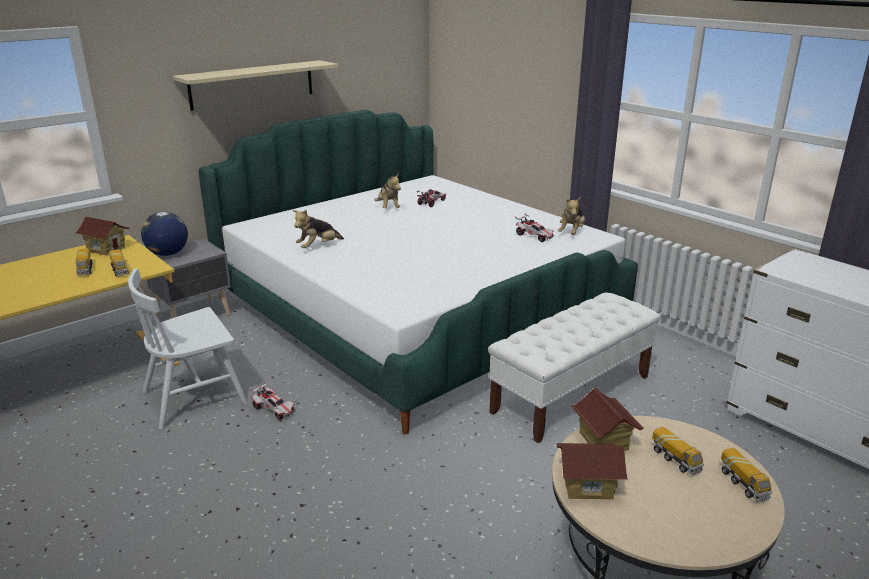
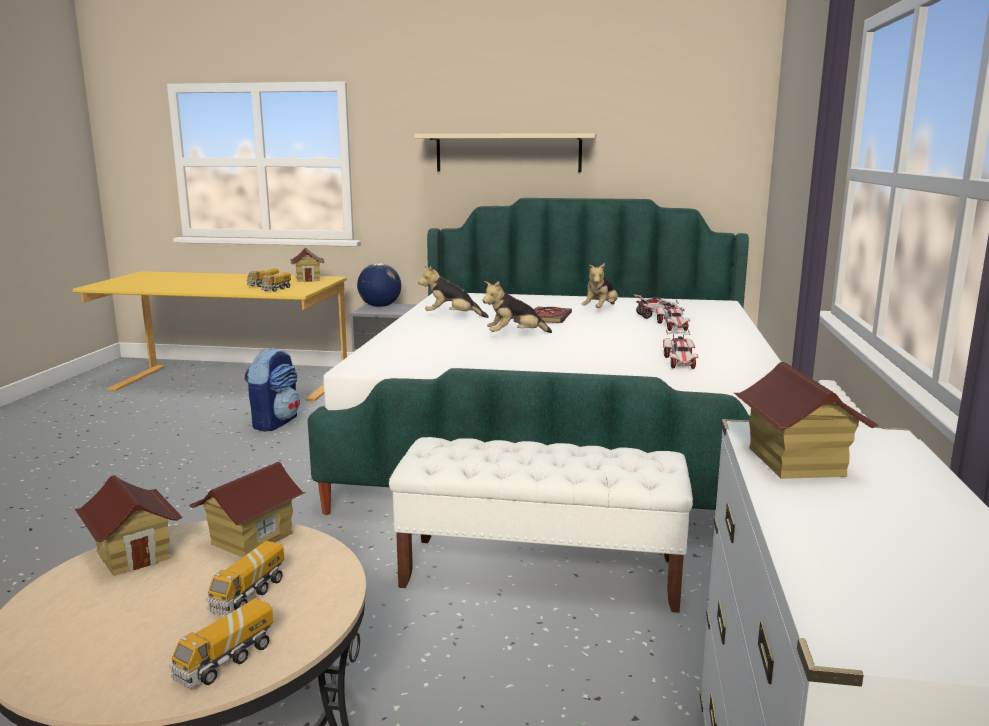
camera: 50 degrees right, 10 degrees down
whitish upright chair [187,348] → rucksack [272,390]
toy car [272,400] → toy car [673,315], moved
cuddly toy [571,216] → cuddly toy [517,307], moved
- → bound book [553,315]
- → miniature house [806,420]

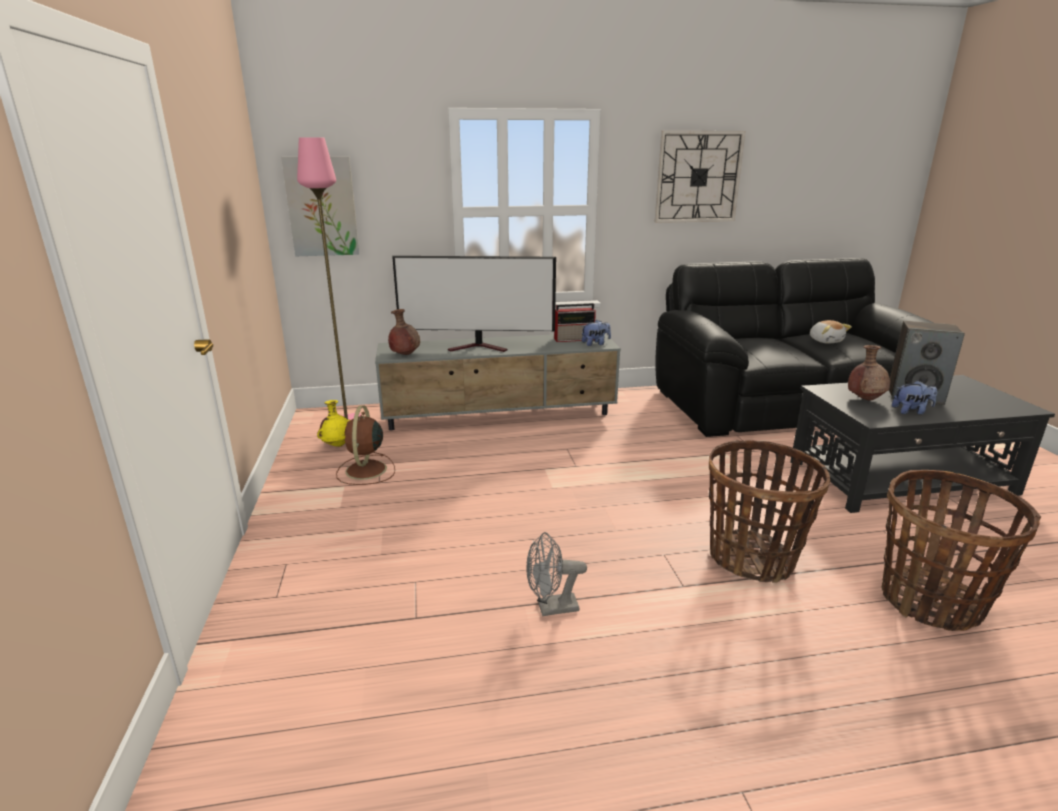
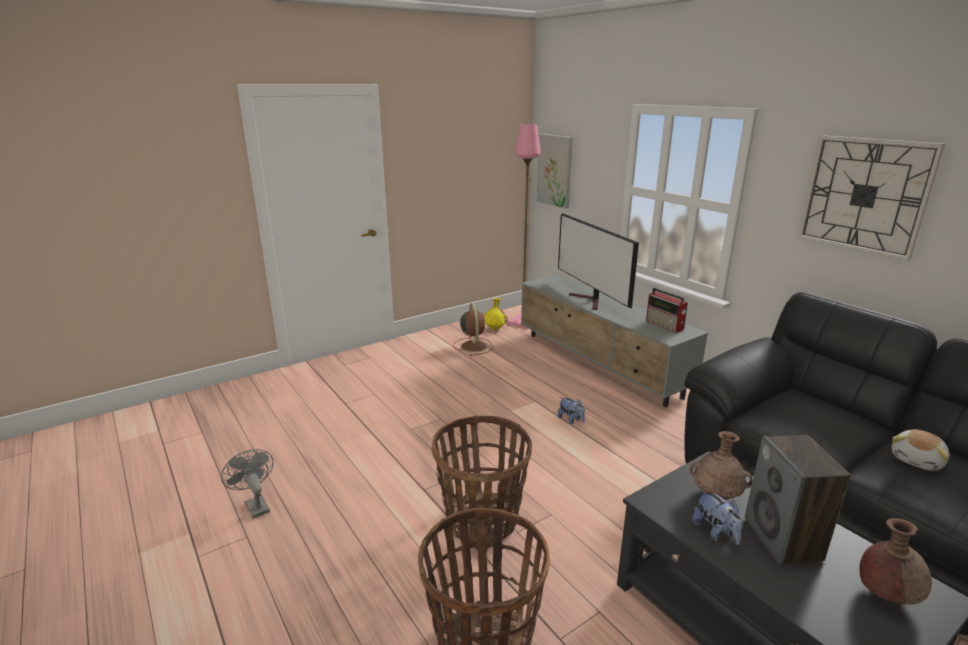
camera: 65 degrees right, 0 degrees up
brownish fan [365,445] → brownish fan [473,329], 105 degrees clockwise
brownish decorative vase [404,332] → brownish decorative vase [895,561], moved
grey fan [556,574] → grey fan [247,484], moved
cuddly toy [596,333] → cuddly toy [571,410], moved

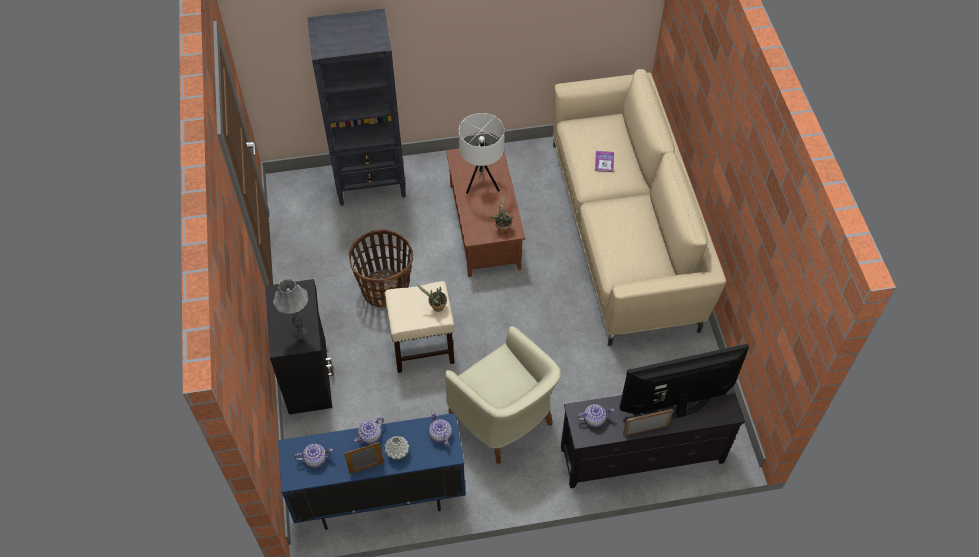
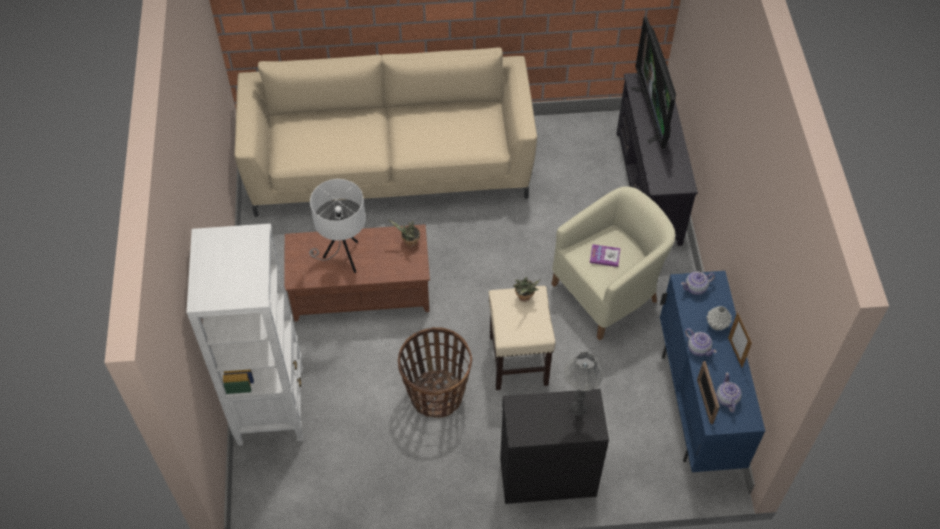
camera: 85 degrees left, 0 degrees up
black-coloured bookcase [356,107] → whitish bookcase [244,334]
pot for tea [595,415] → -
bound book [604,161] → bound book [605,255], moved
photo frame [648,422] → photo frame [708,392], moved

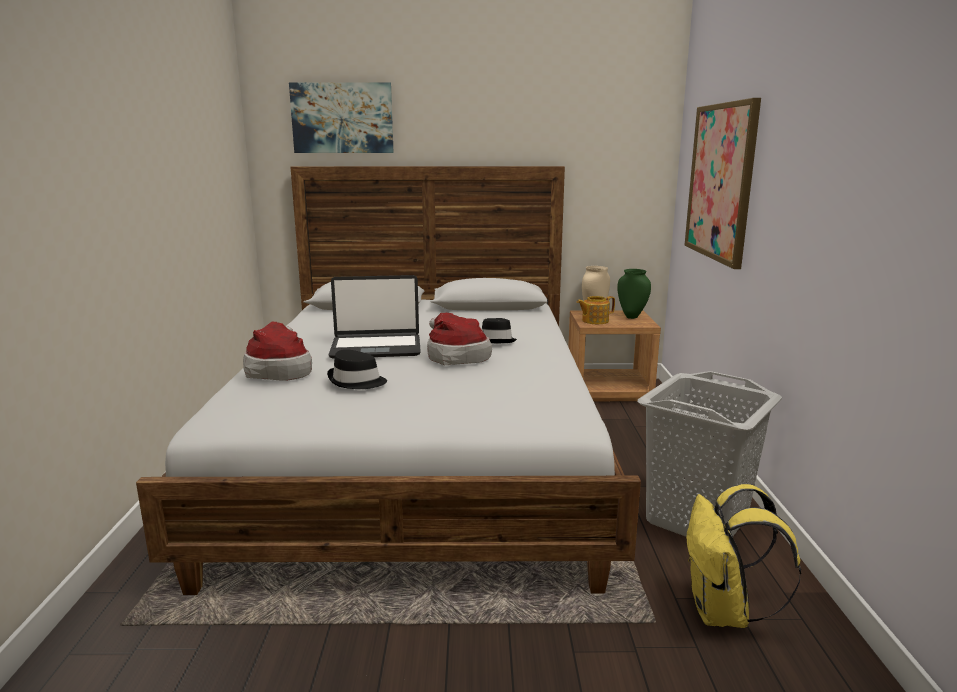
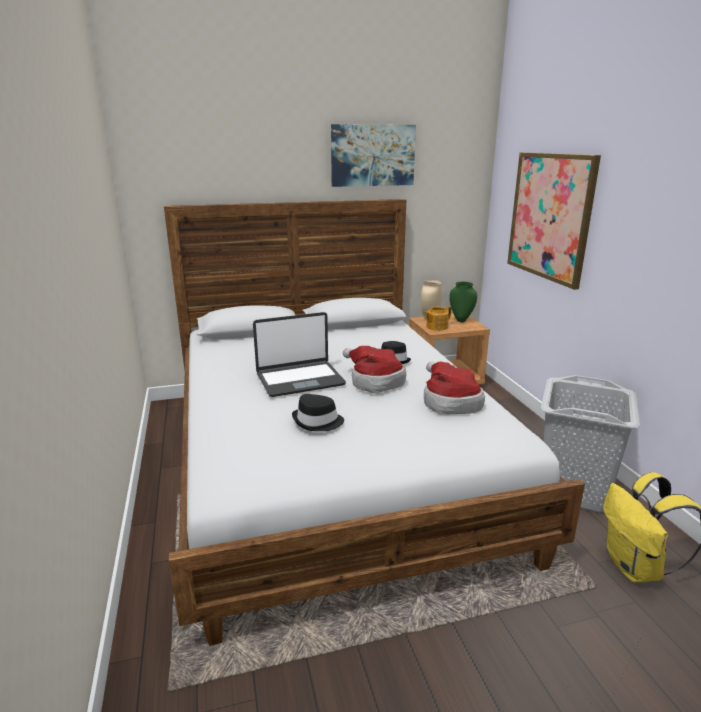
camera: 15 degrees left, 5 degrees up
clothing hat [277,351] → clothing hat [454,388], moved
picture [341,117] → picture [373,155], moved

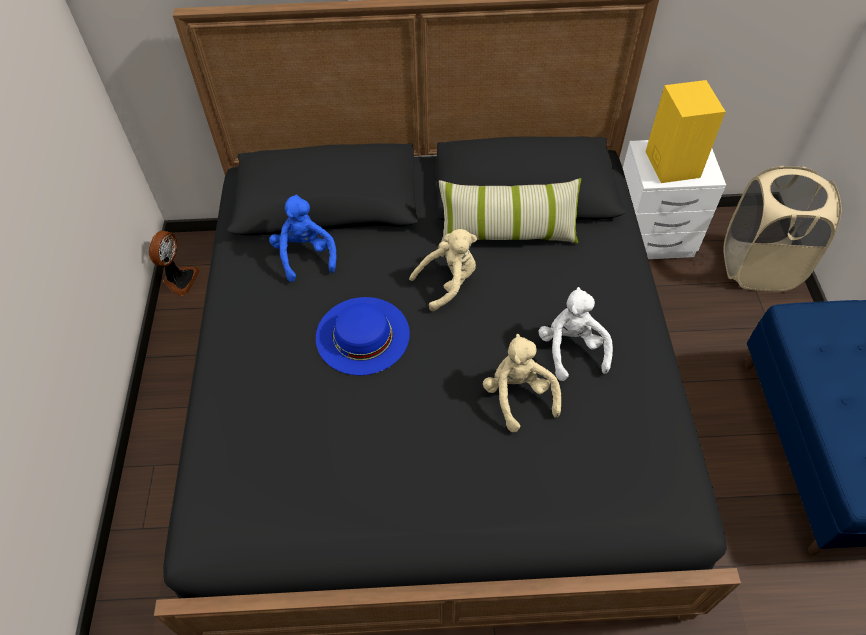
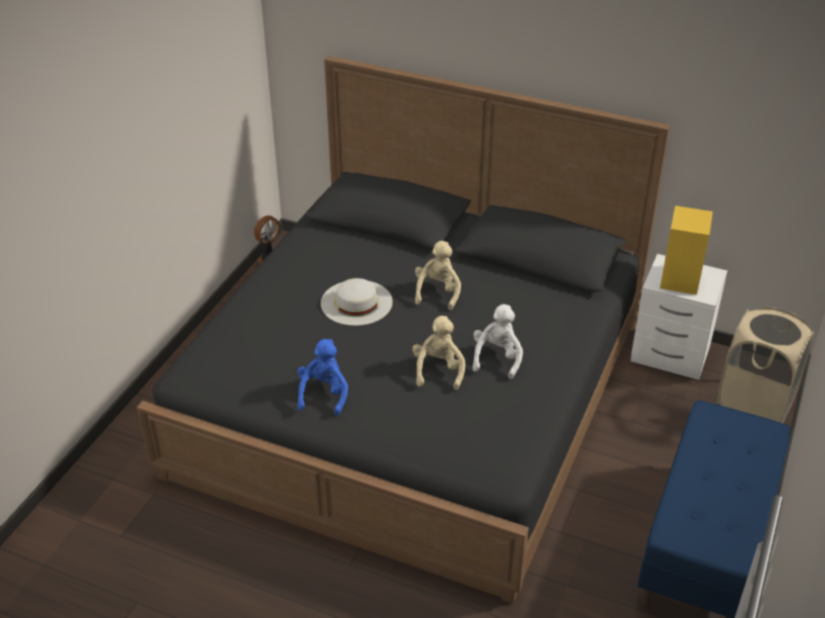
camera: 25 degrees right, 15 degrees down
blue-coloured cuddly toy [302,238] → blue-coloured cuddly toy [323,377], moved
blue-coloured clothing hat [363,336] → whitish clothing hat [357,302]
beige cuddly toy [443,270] → beige cuddly toy [438,275], 75 degrees counterclockwise
throw pillow [510,211] → -

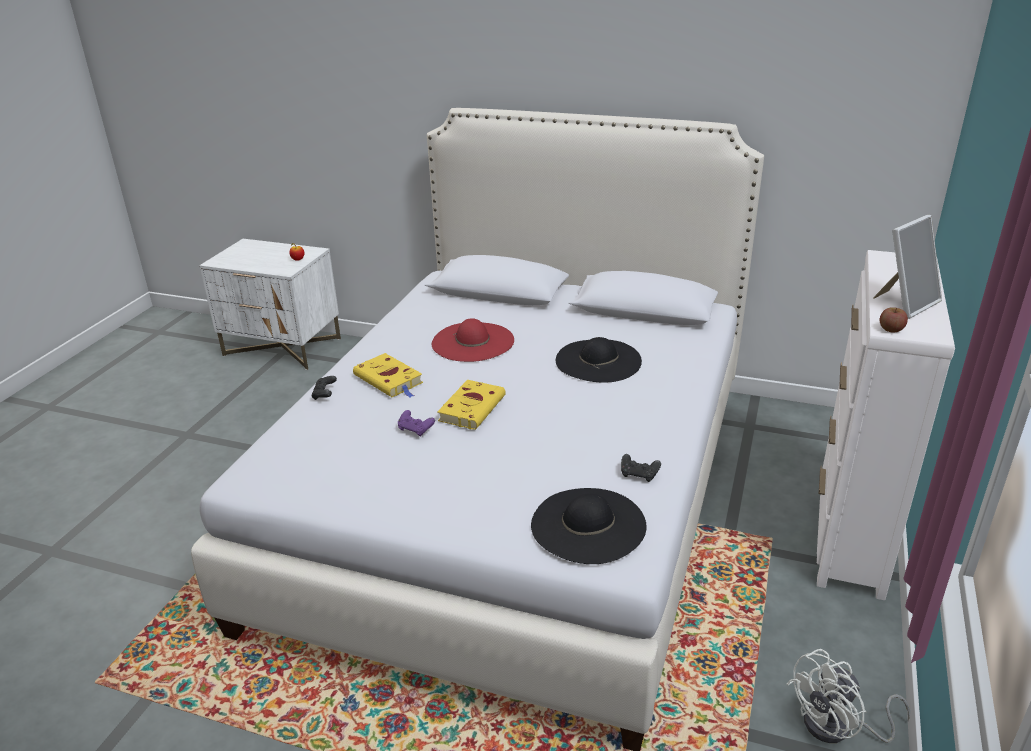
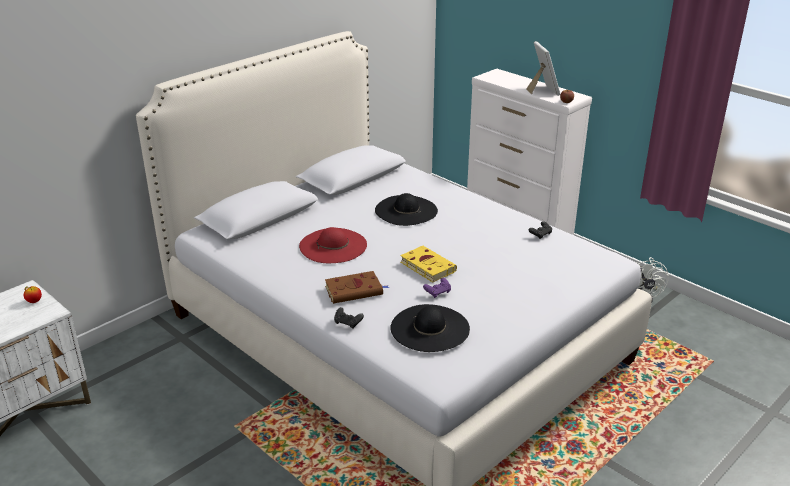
camera: 65 degrees left, 0 degrees up
yellow bound book [388,375] → brownish bound book [357,287]
black-coloured clothing hat [589,526] → black-coloured clothing hat [430,328], moved

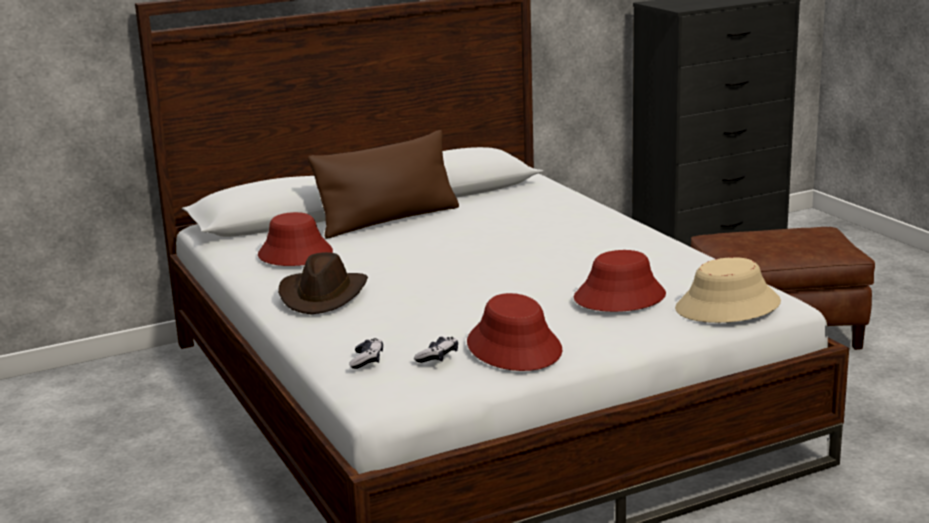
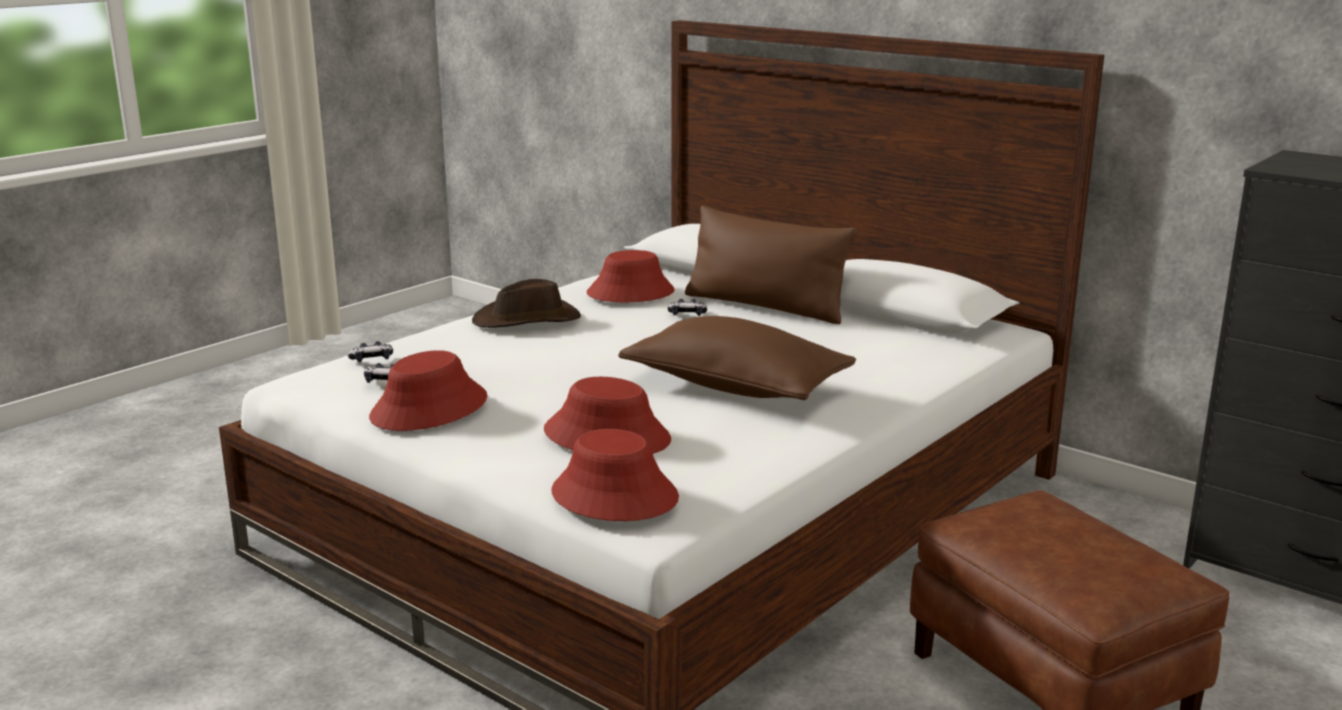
camera: 65 degrees right, 0 degrees up
beige clothing hat [728,290] → red-coloured clothing hat [615,475]
- → brownish throw pillow [737,358]
- → joypad [687,307]

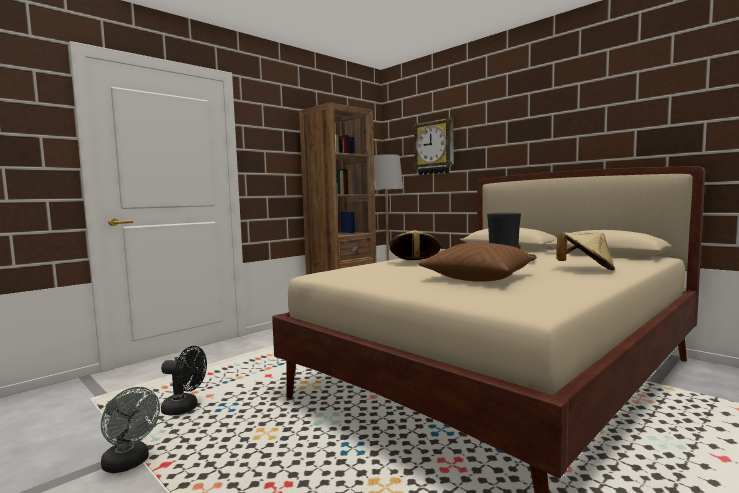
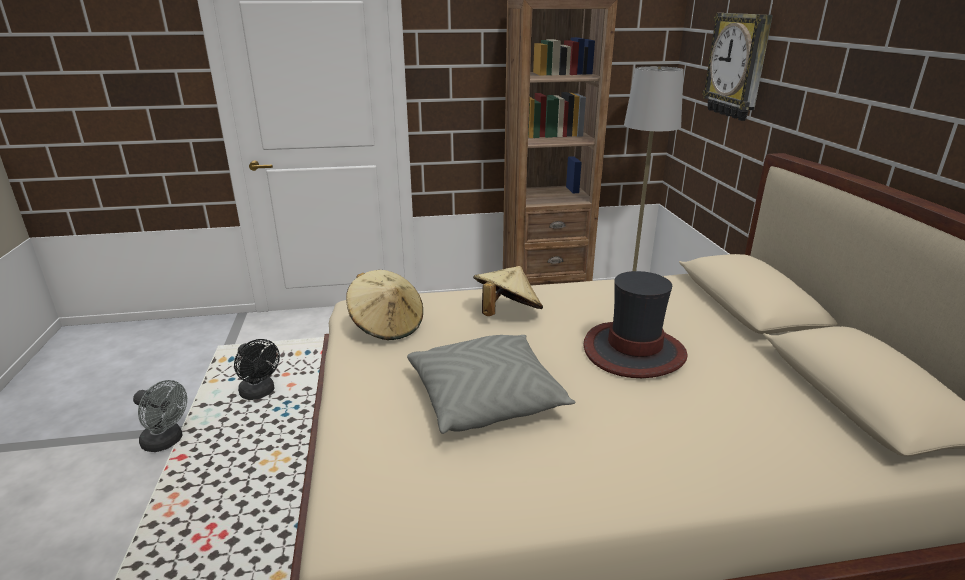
camera: 35 degrees right, 20 degrees up
grey fan [130,430] → grey fan [160,416], 45 degrees counterclockwise
brownish throw pillow [478,262] → grey throw pillow [491,384]
beige clothing hat [585,251] → beige clothing hat [384,305], moved

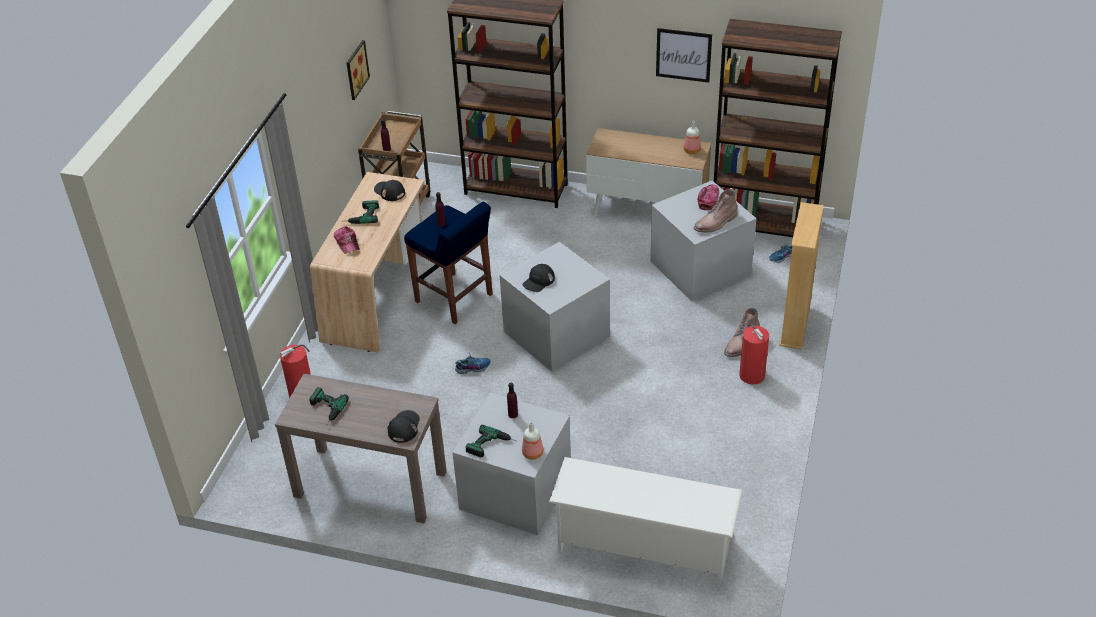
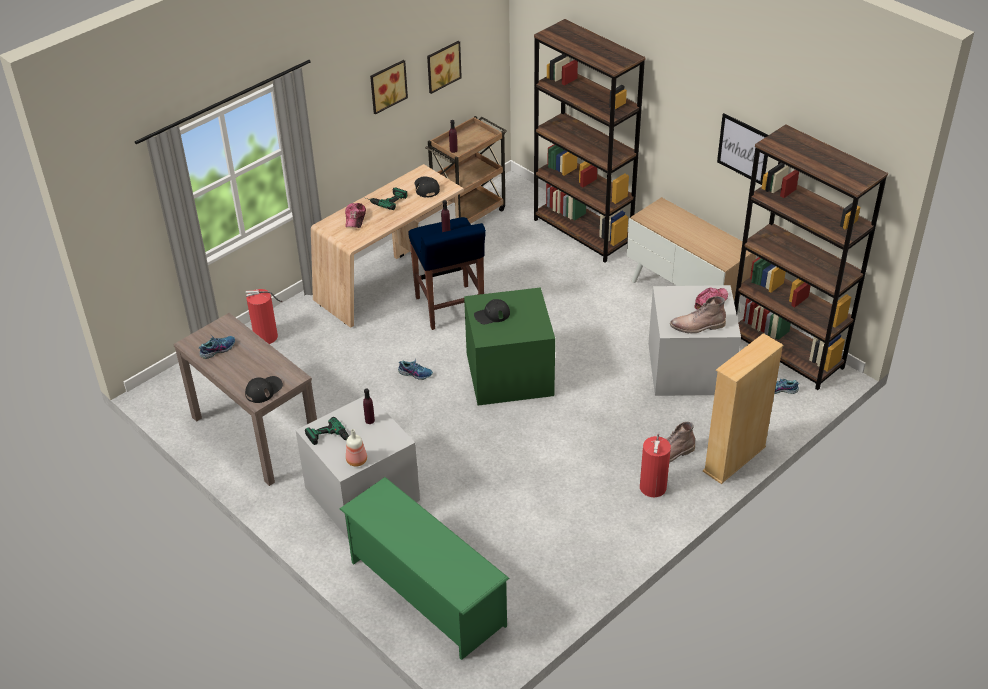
camera: 30 degrees right, 0 degrees up
drill [329,406] → low shoe [217,346]
grey storage box [555,307] → green storage box [509,346]
whitish shoe stand [645,521] → green shoe stand [424,568]
drink bottle [692,137] → -
- → picture [389,87]

